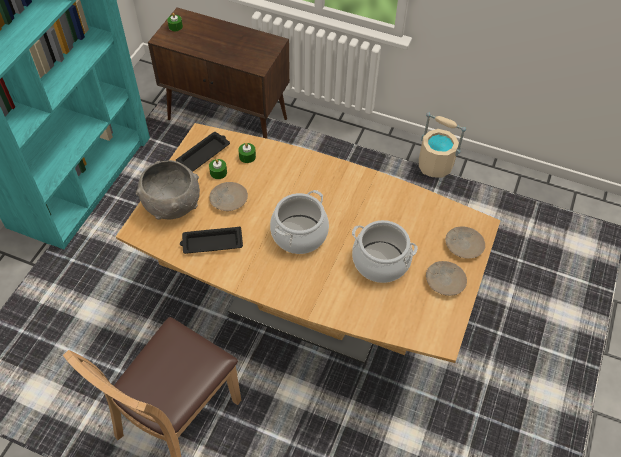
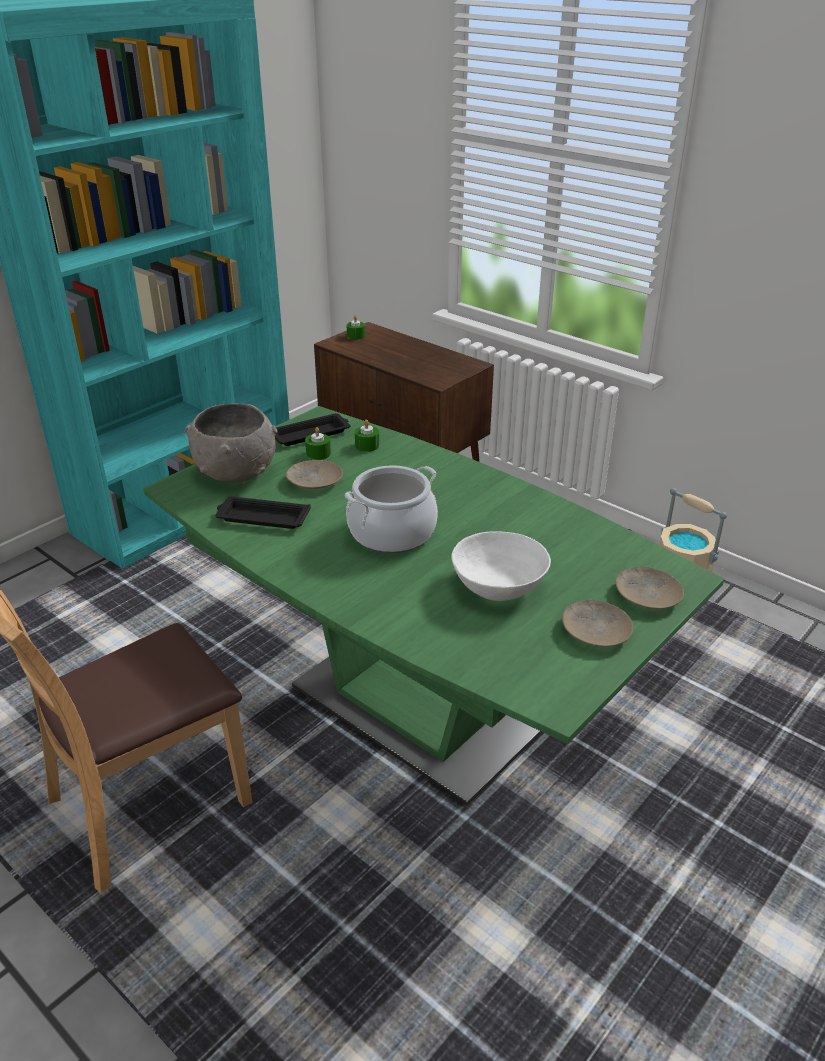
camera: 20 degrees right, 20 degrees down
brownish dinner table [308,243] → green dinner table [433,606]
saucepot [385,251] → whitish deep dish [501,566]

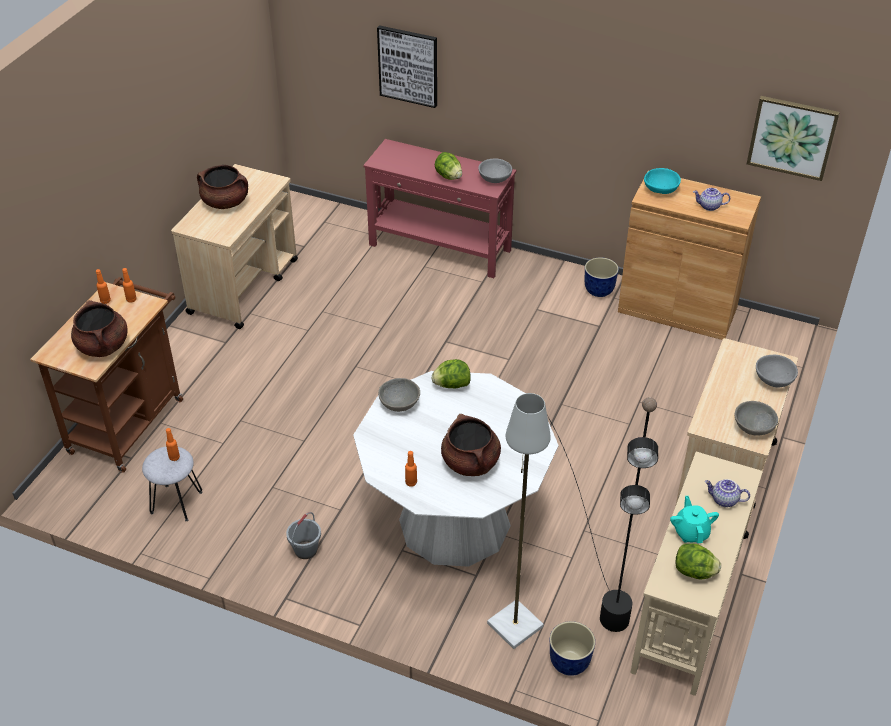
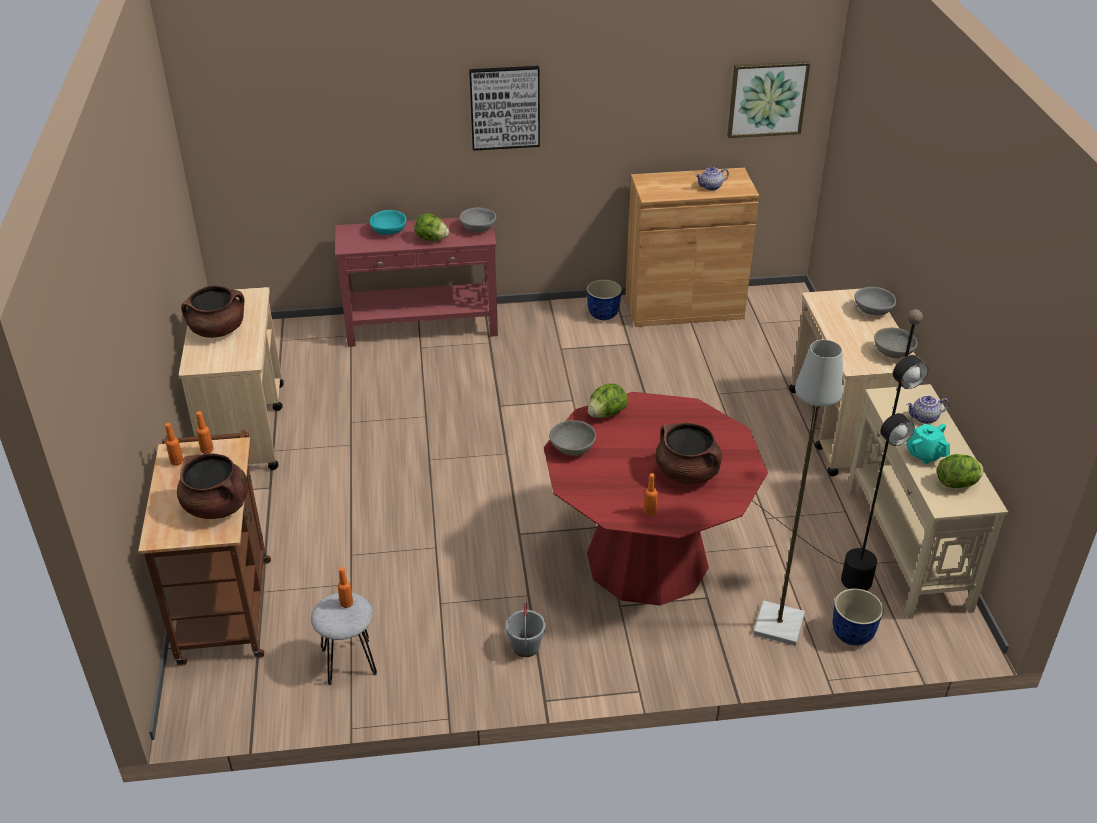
camera: 30 degrees left, 5 degrees down
whitish dinner table [455,469] → red-coloured dinner table [656,498]
picture [407,66] → picture [504,108], moved
blue-green deep dish [662,181] → blue-green deep dish [388,222], moved

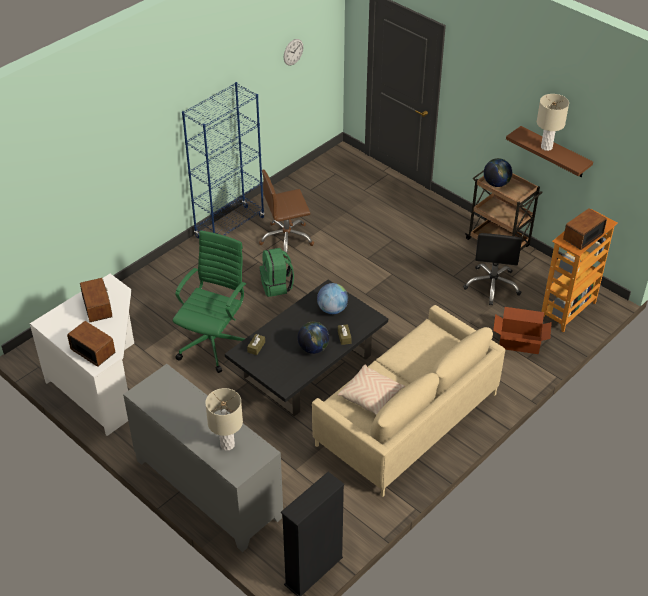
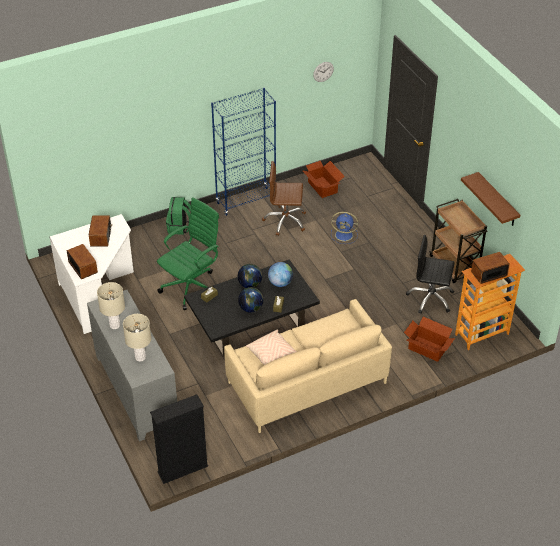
camera: 20 degrees right, 0 degrees up
green rucksack [277,272] → green rucksack [178,216], moved
black-coloured computer chair [492,269] → black-coloured computer chair [430,274], 75 degrees clockwise
desk globe [498,172] → desk globe [250,276], moved
beige table lamp [553,122] → beige table lamp [111,305], moved
- → packing box [323,179]
- → blue-coloured fan [344,228]

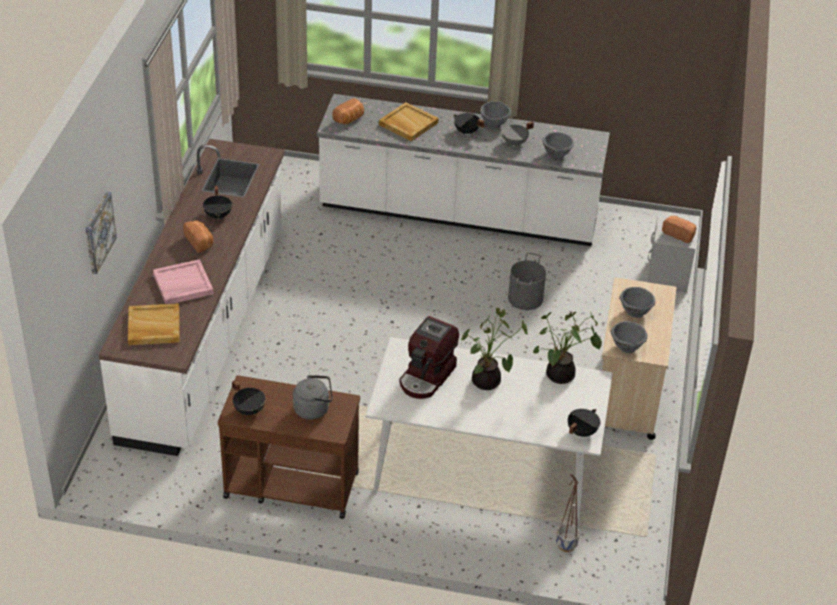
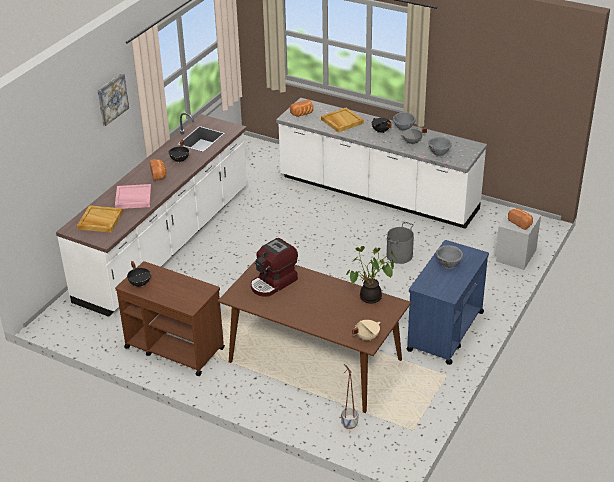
camera: 20 degrees right, 5 degrees down
picture [101,232] → picture [113,99], moved
grey water kettle [313,397] → -
whitish dinner table [489,431] → brownish dinner table [314,336]
plant in a pot [494,349] → -
black-coloured saucepot [584,423] → beige saucepot [366,330]
beige trolley [639,359] → blue-coloured trolley [448,302]
grey deep dish [629,337] → -

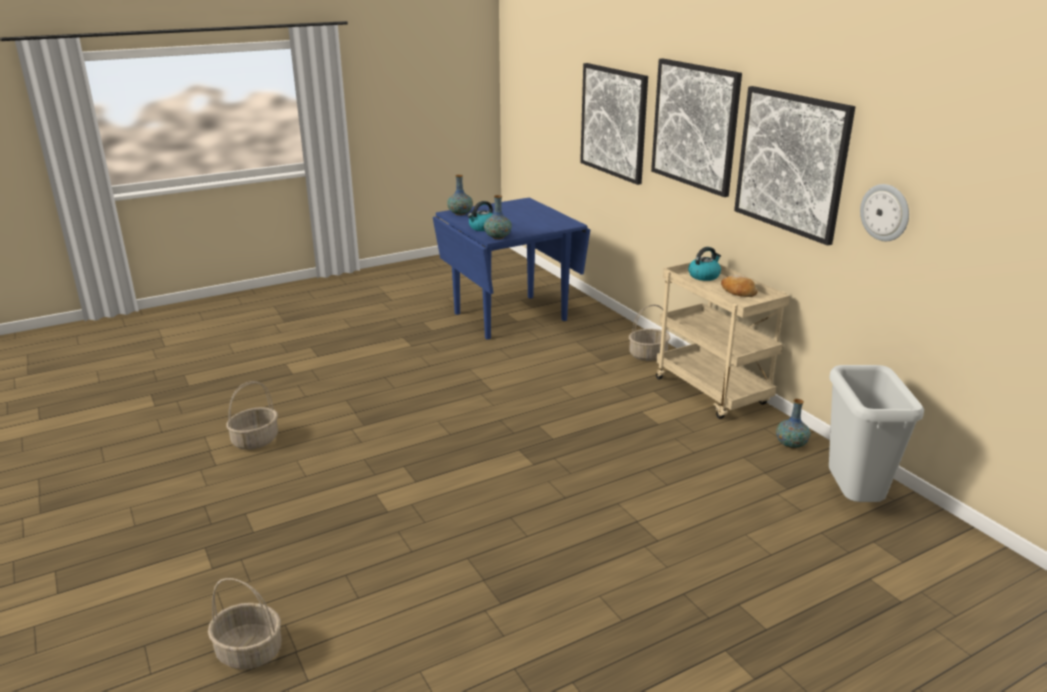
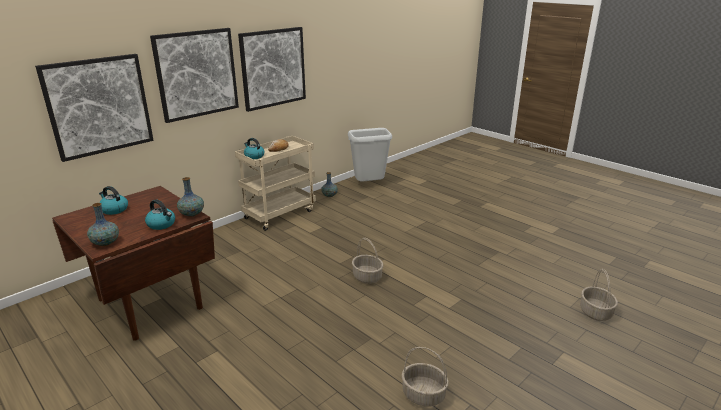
camera: 105 degrees left, 0 degrees up
blue-coloured dinner table [511,268] → brownish dinner table [133,263]
basket [649,332] → basket [367,261], moved
hanging clock [884,212] → -
- → water kettle [113,200]

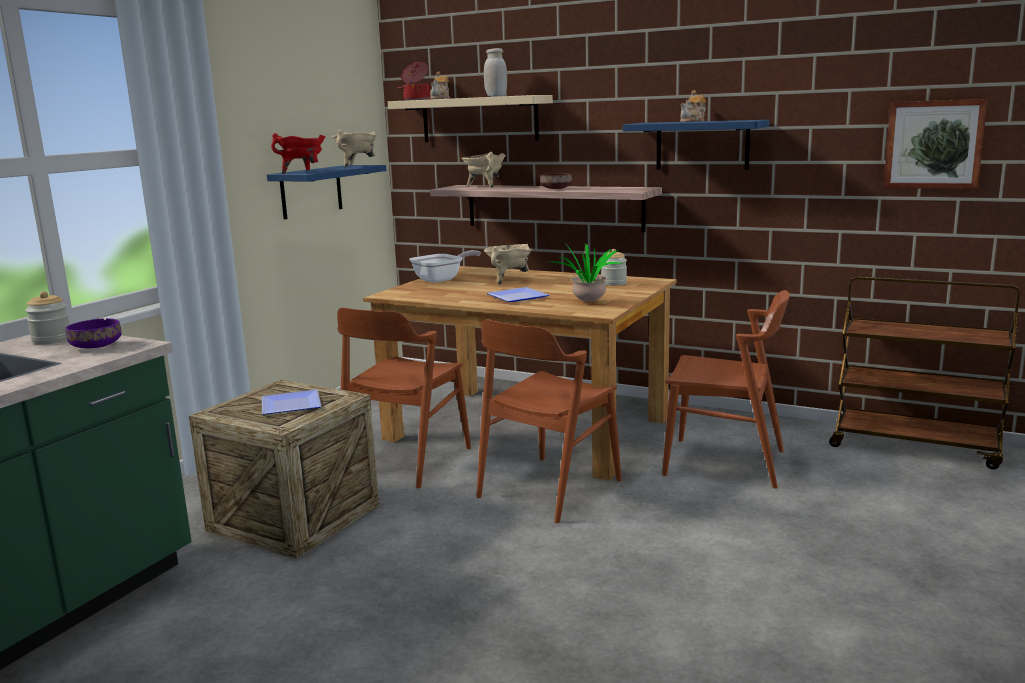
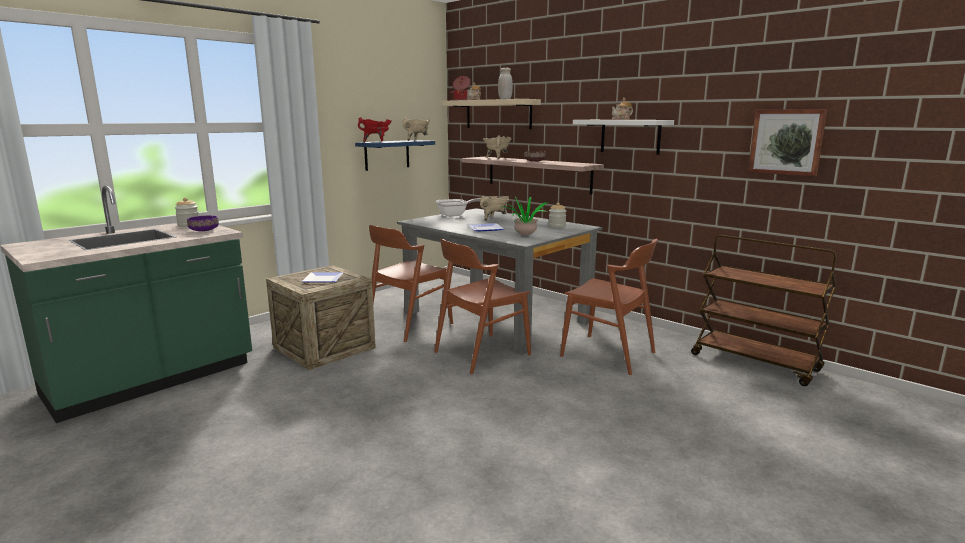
camera: 15 degrees right, 0 degrees up
brownish dinner table [520,373] → grey dinner table [499,281]
blue-coloured wall shelf [696,145] → whitish wall shelf [623,137]

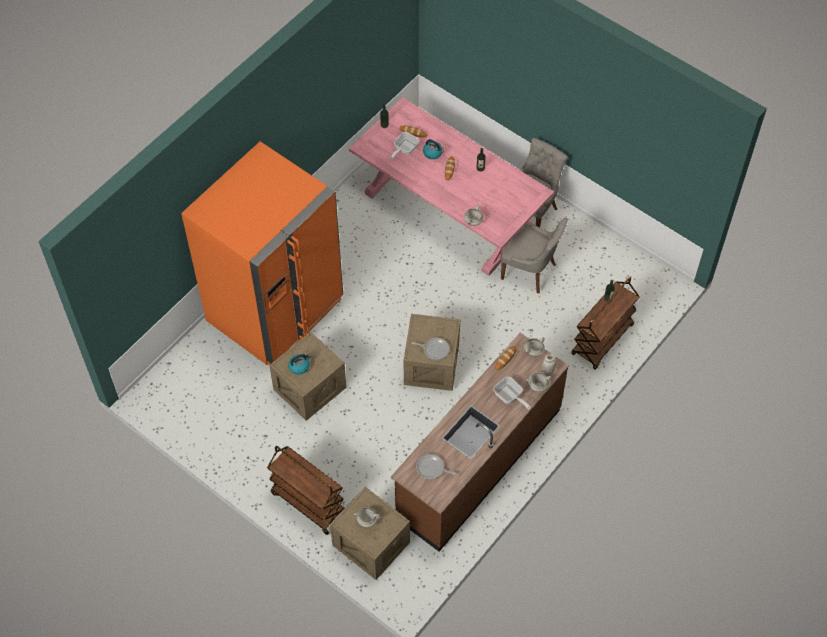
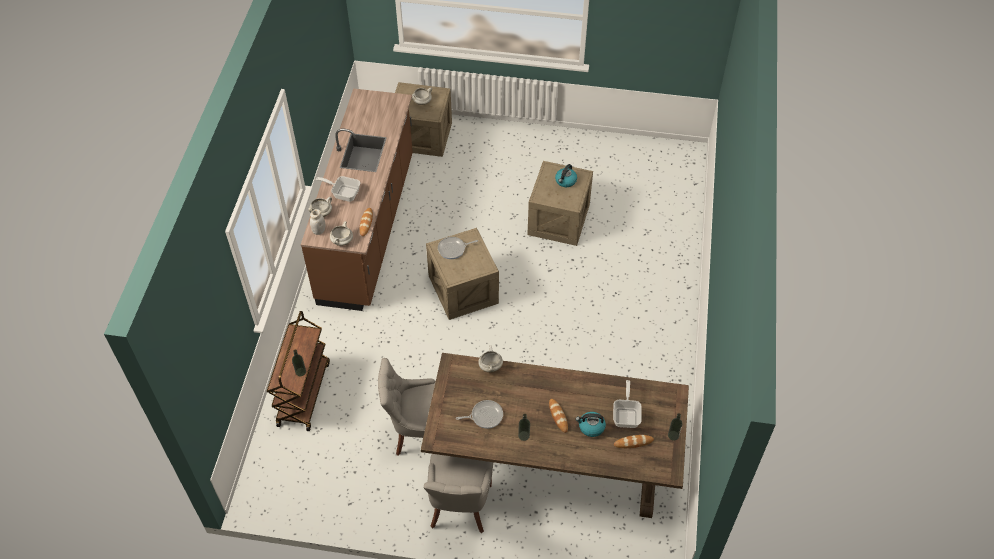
camera: 150 degrees right, 5 degrees down
orange-coloured refrigerator [262,253] → -
brownish trolley [306,490] → -
pink-coloured dinner table [451,186] → brownish dinner table [555,435]
skillet [436,466] → skillet [479,414], moved

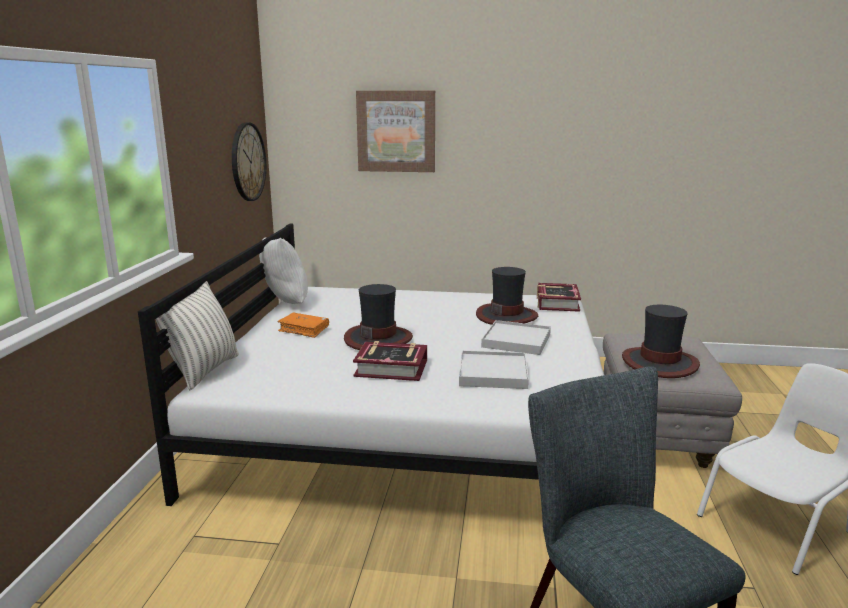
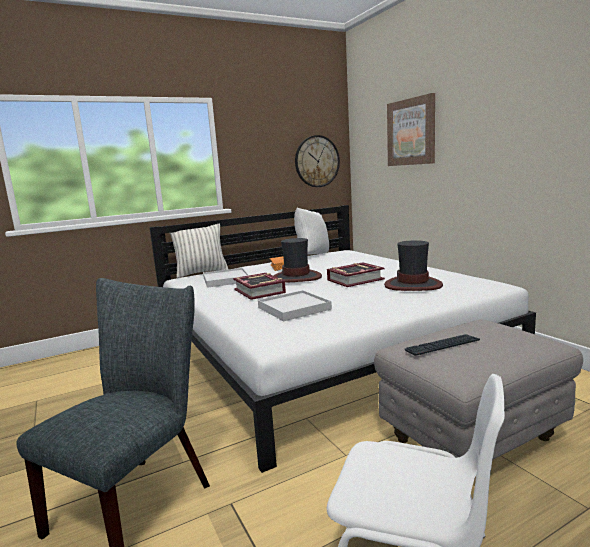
camera: 55 degrees right, 5 degrees down
whitish carrying tray [516,337] → whitish carrying tray [226,278], moved
bound book [559,297] → bound book [356,274], moved
clothing hat [661,341] → computer keyboard [442,345]

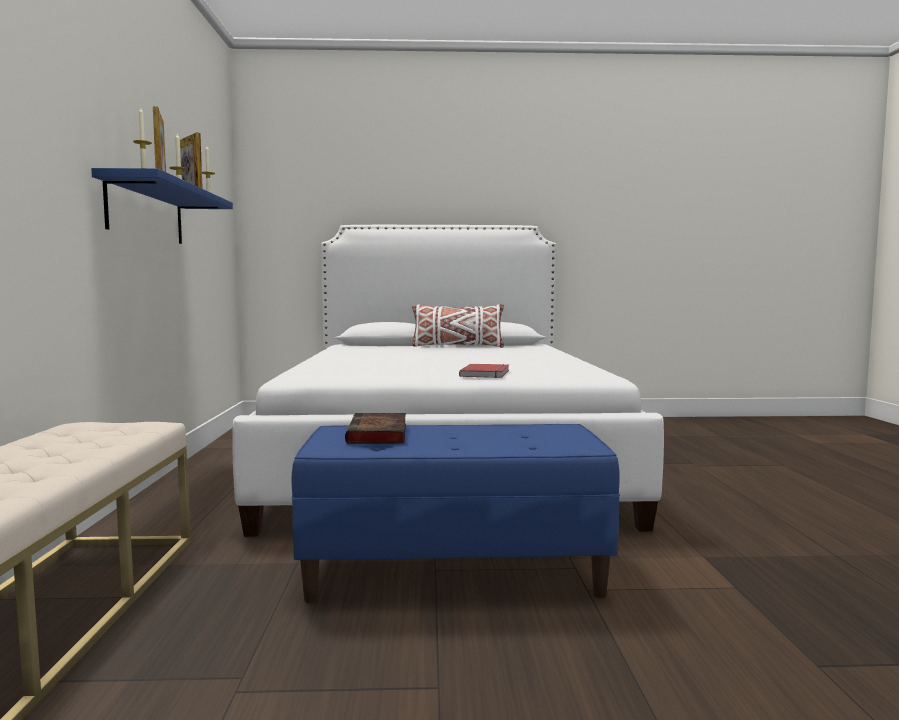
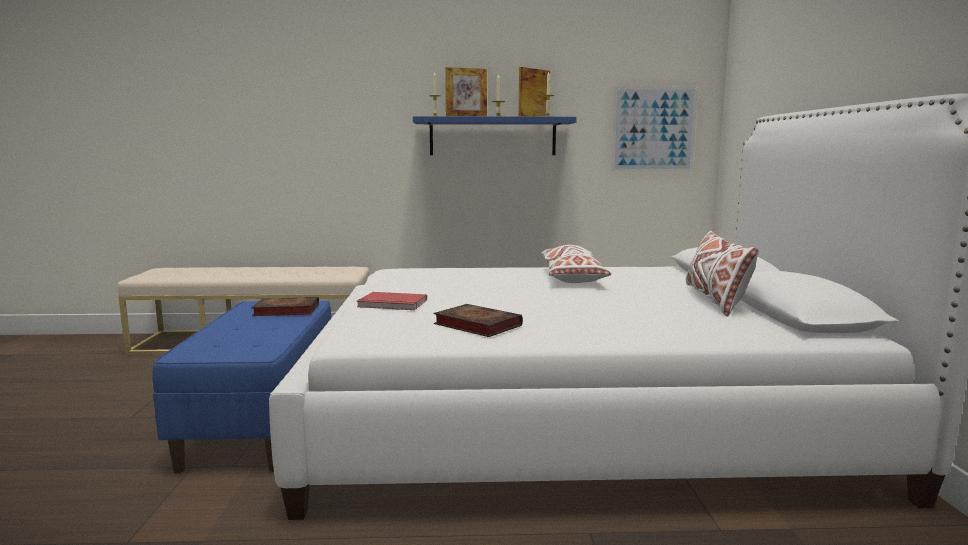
camera: 90 degrees right, 5 degrees up
- → bound book [478,320]
- → whitish throw pillow [576,264]
- → picture [654,128]

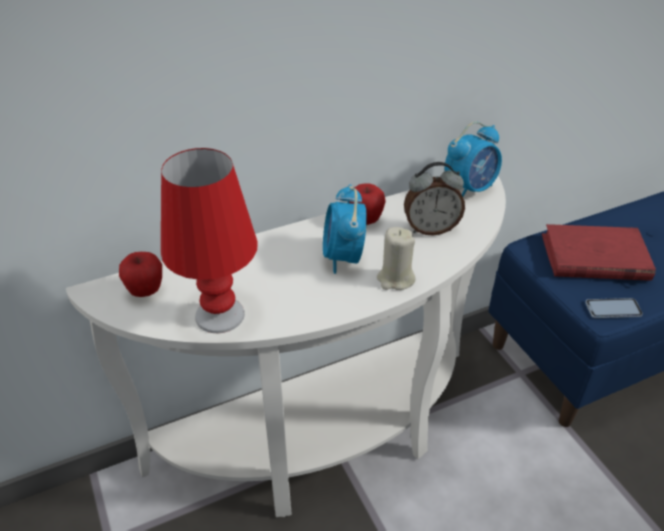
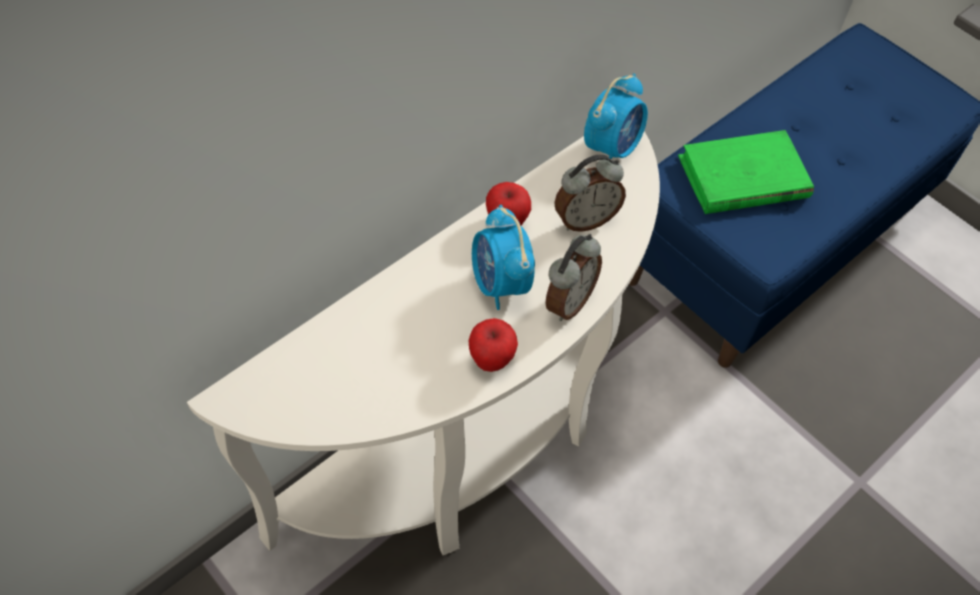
camera: 20 degrees left, 15 degrees up
apple [140,274] → apple [493,345], moved
red-coloured table lamp [209,240] → -
beige wax candle [396,258] → bedside clock [573,277]
red-coloured bound book [599,252] → green bound book [746,172]
handset [614,308] → -

